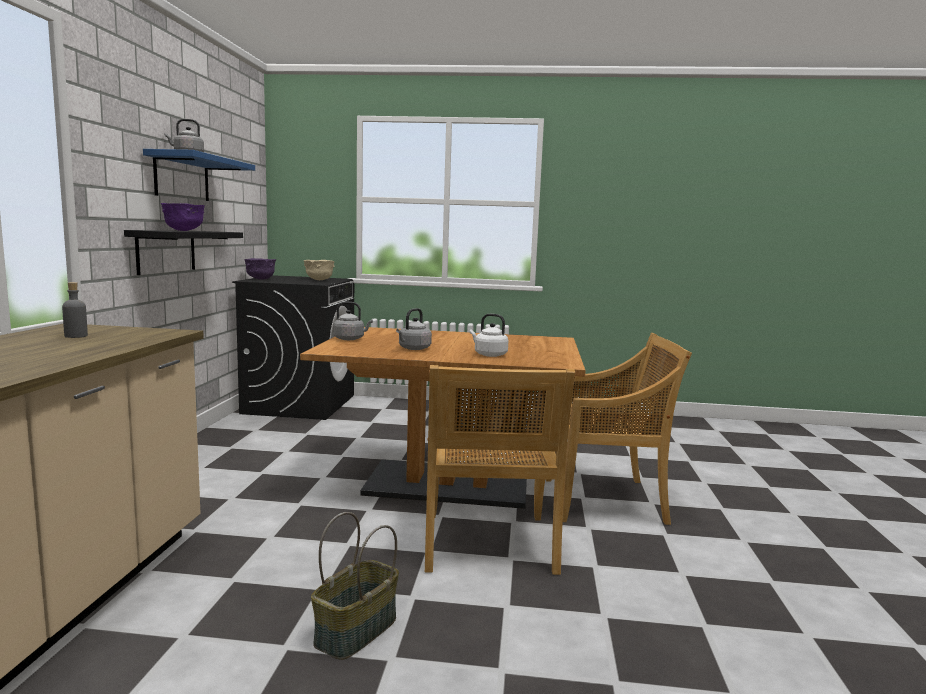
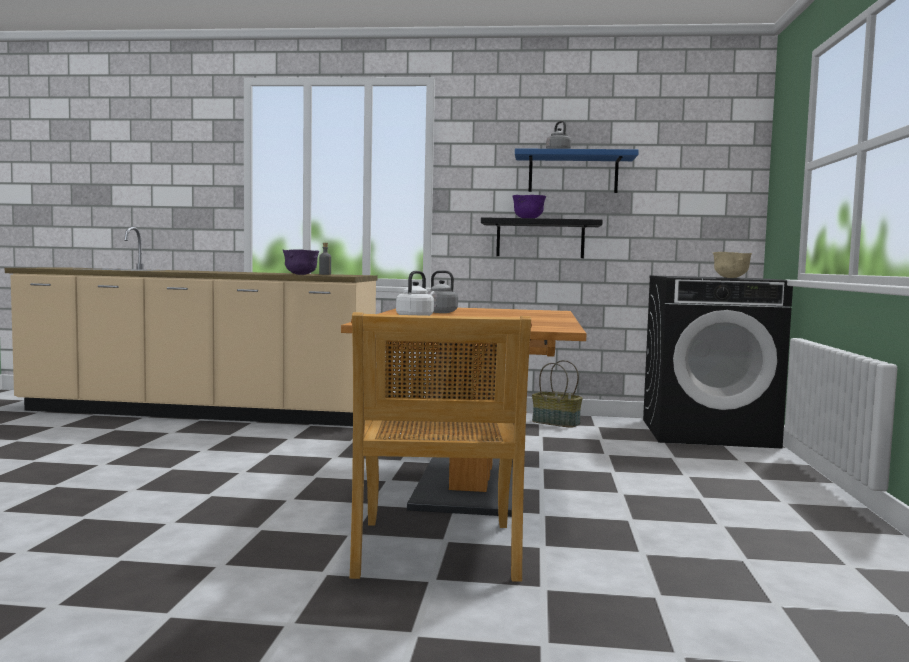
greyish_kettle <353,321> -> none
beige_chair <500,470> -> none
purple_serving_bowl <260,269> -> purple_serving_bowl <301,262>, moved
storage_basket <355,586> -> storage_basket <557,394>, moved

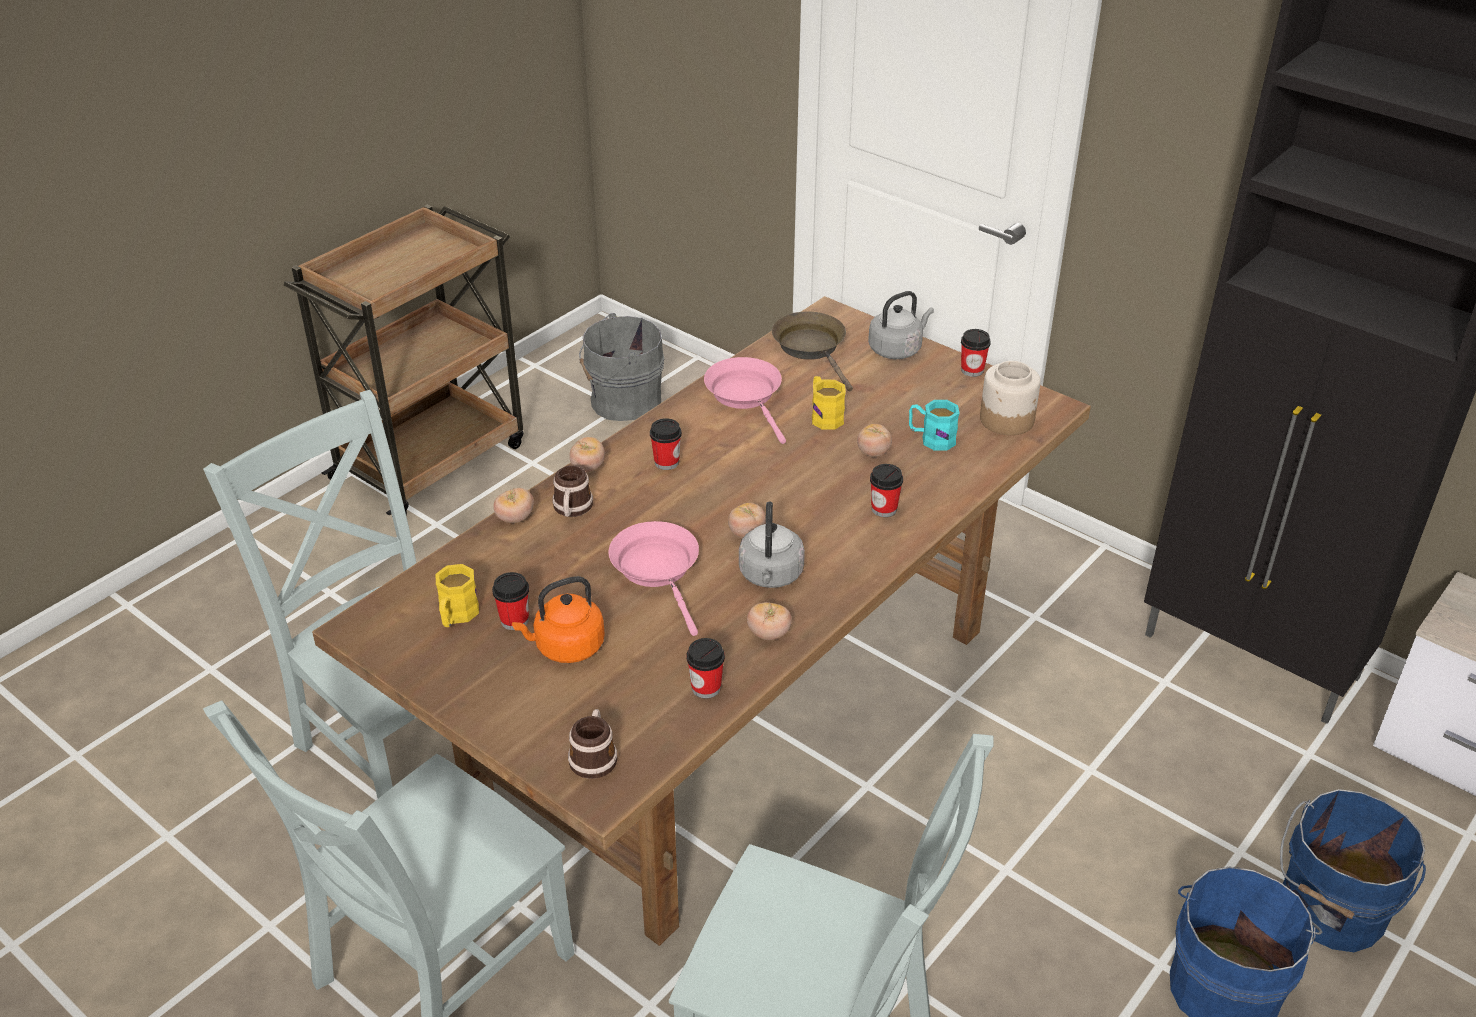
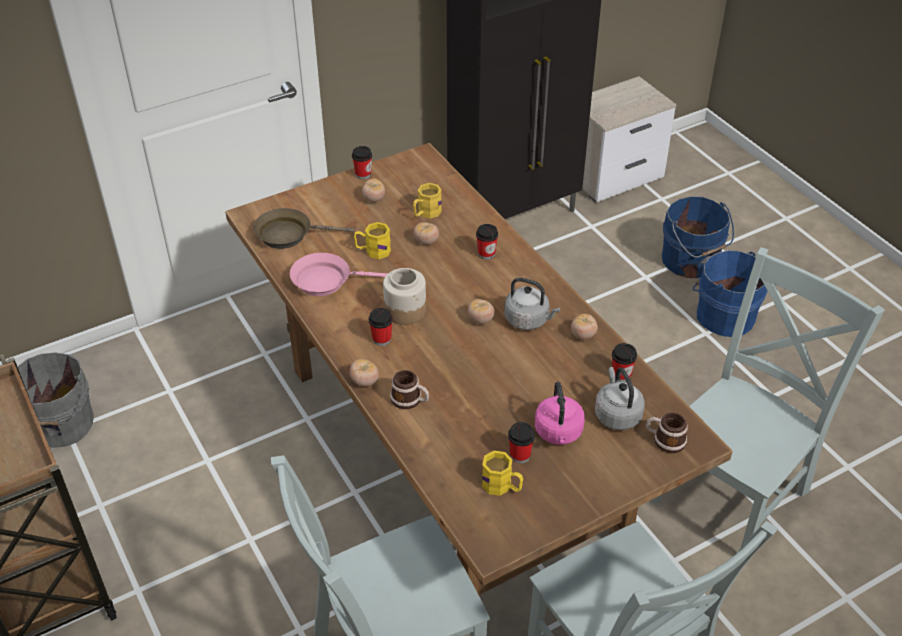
pink_skillet <654,578> -> none
tomato <513,505> -> tomato <373,190>, moved
greyish_kettle <901,325> -> greyish_kettle <620,398>, moved
preserve_jar <1010,398> -> preserve_jar <404,296>, moved
orangey_kettle <558,619> -> pink_kettle <560,413>
turquoise_mug <934,425> -> yellowish_mug <427,201>

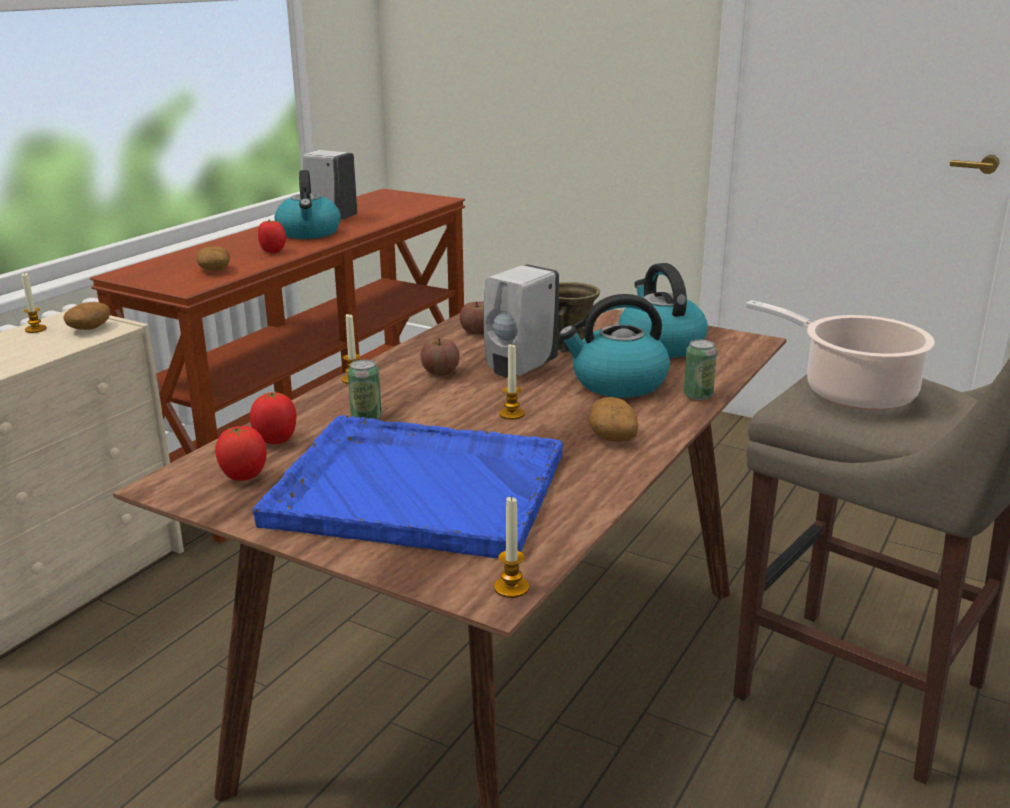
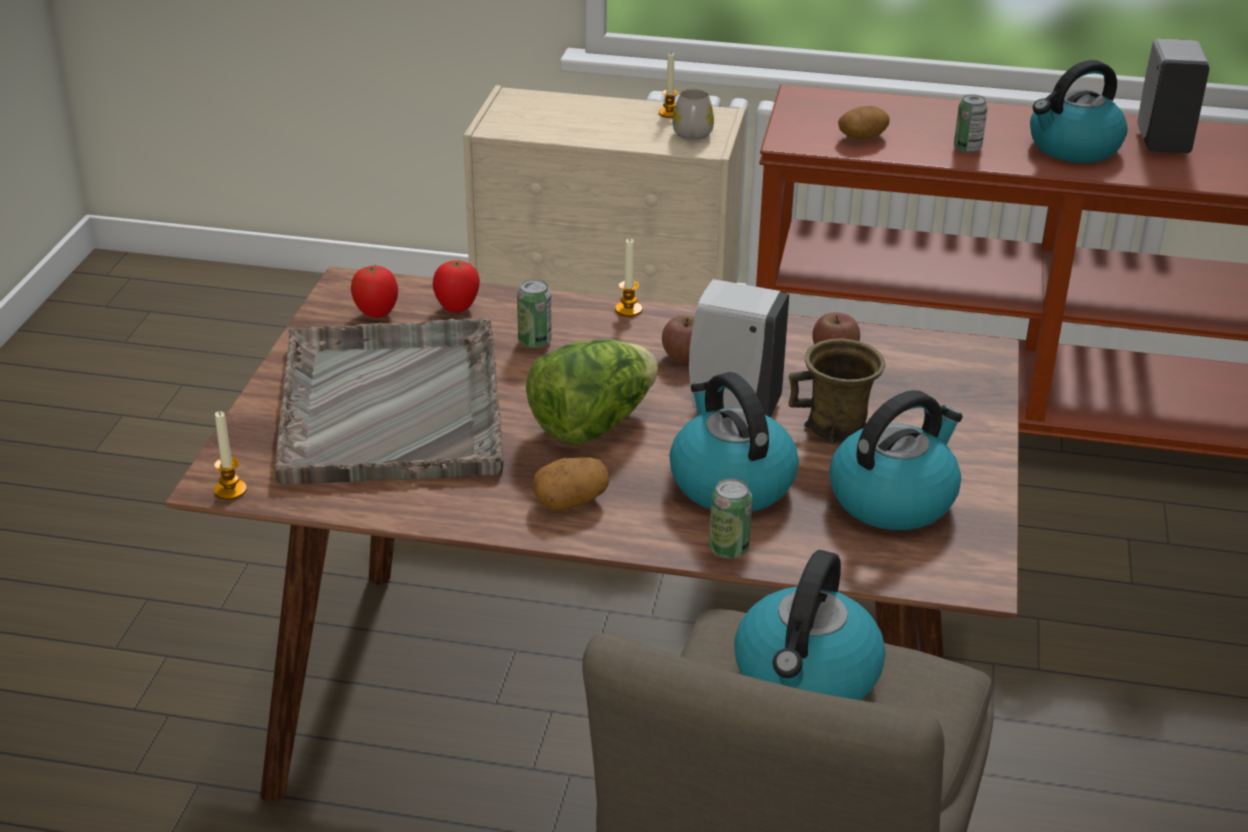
whole_potato <86,316> -> whitish_mug <693,115>
tomato <272,236> -> can <971,123>
wax_candle <512,382> -> lettuce <592,392>
cooking_pot <840,355> -> kettle <810,625>
blue_serving_tray <408,486> -> greyish_serving_tray <389,401>

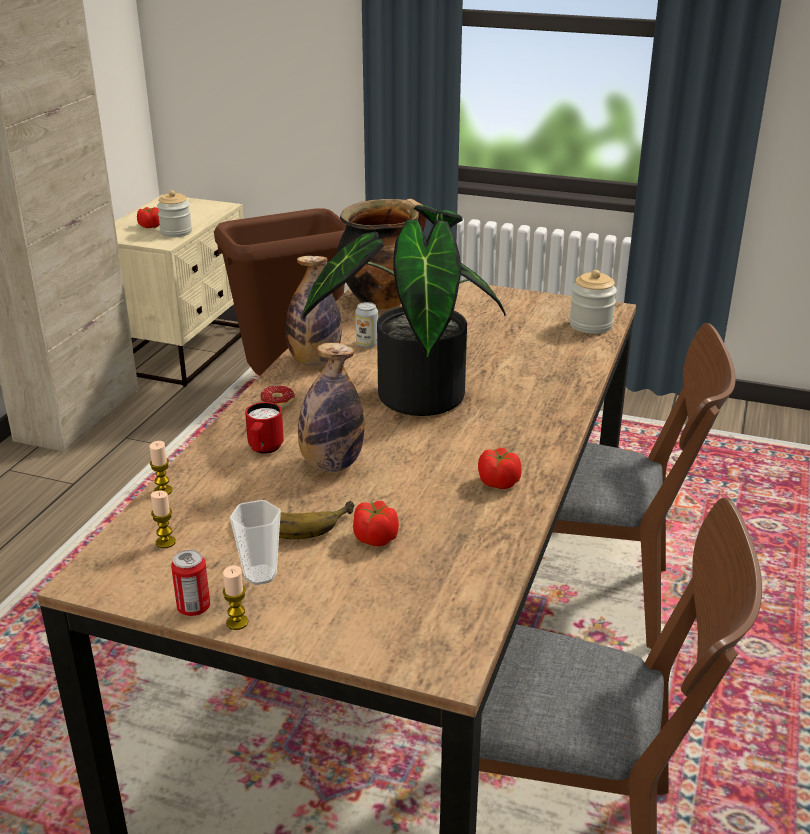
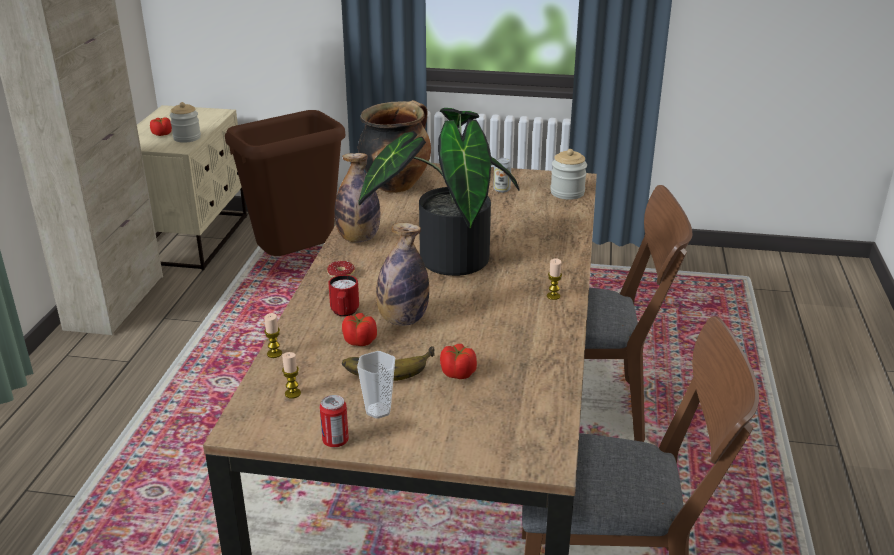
wax_candle <235,597> -> wax_candle <554,279>, moved
can <366,325> -> can <502,175>, moved
tomato <499,468> -> tomato <359,329>, moved

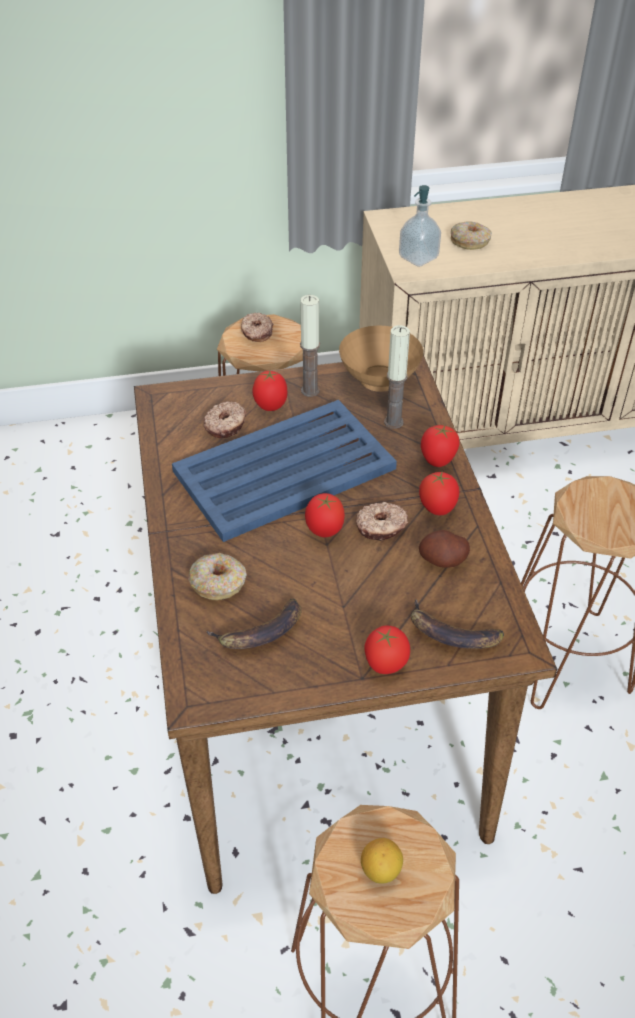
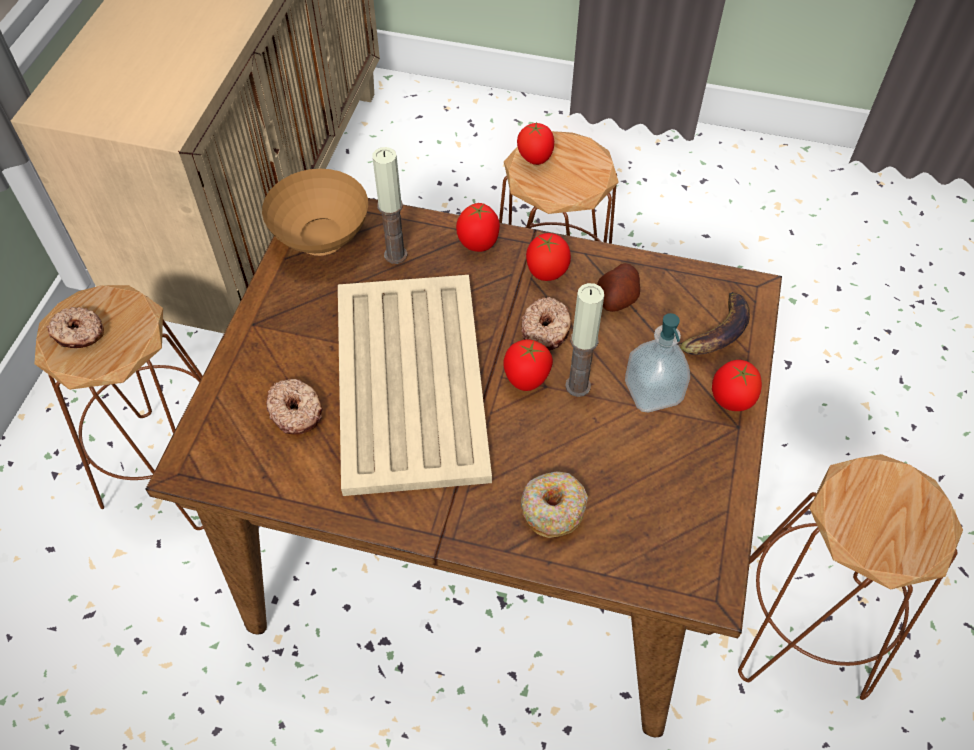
whole_banana <254,623> -> none
whole_lemon <382,861> -> none
ring_doughnut <471,235> -> none
tomato <270,391> -> tomato <535,143>, moved
wax_candle <310,346> -> wax_candle <584,340>, moved
liquid_soap_bottle <420,226> -> liquid_soap_bottle <657,363>, moved
blue_serving_tray <284,471> -> beige_serving_tray <415,385>

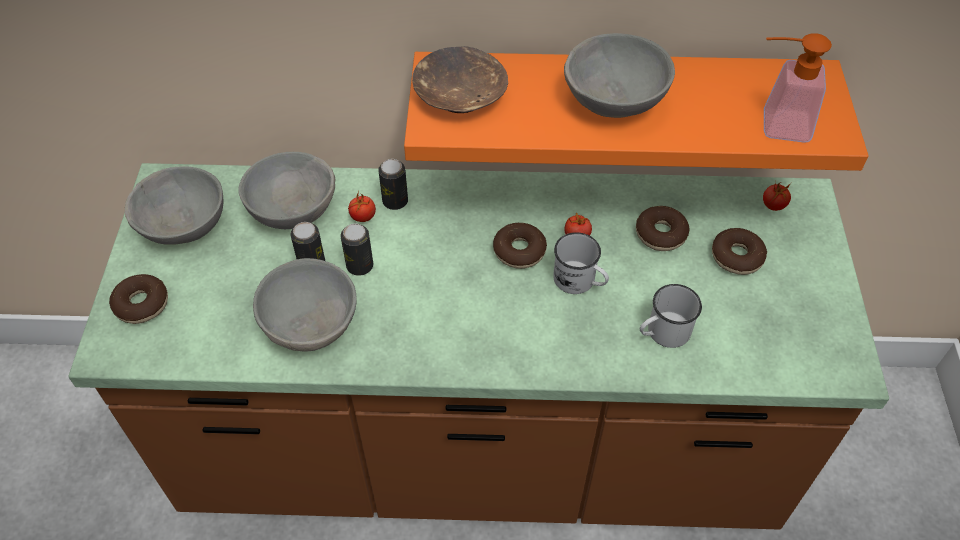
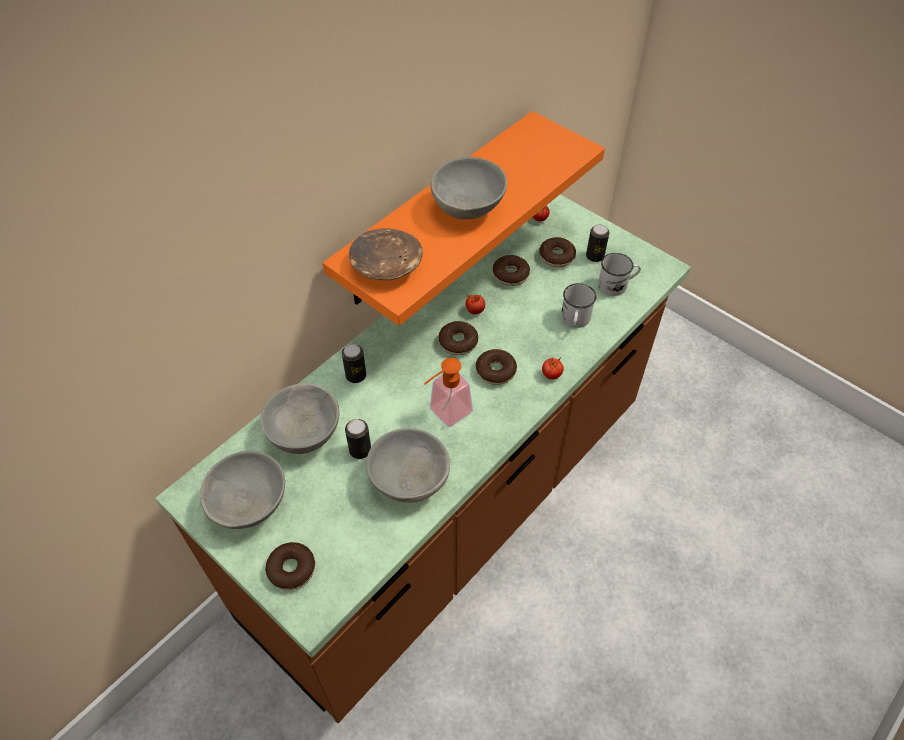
none -> ring_doughnut <496,367>
can <357,250> -> can <598,243>, moved
tomato <362,207> -> tomato <553,368>, moved
whitish_mug <581,263> -> whitish_mug <619,274>, moved
liquid_soap_bottle <798,88> -> liquid_soap_bottle <448,392>, moved

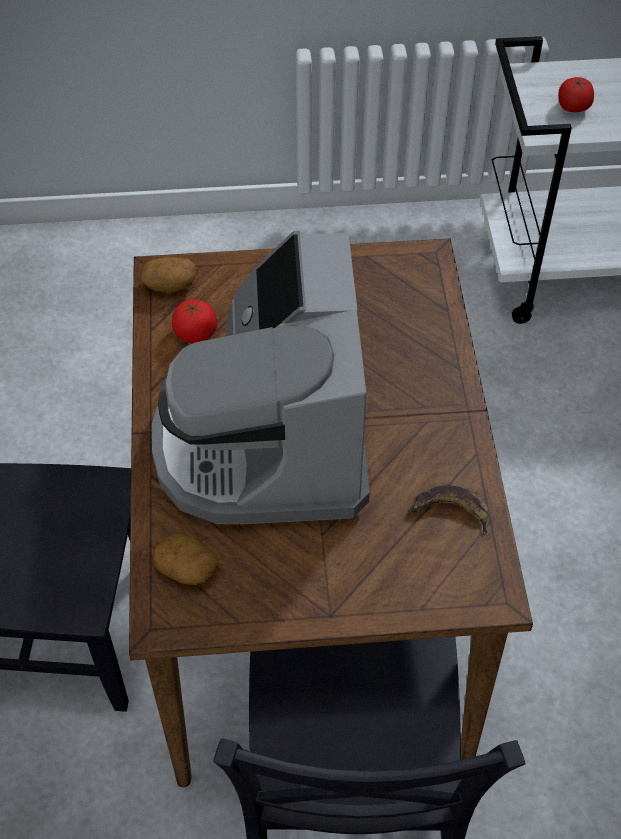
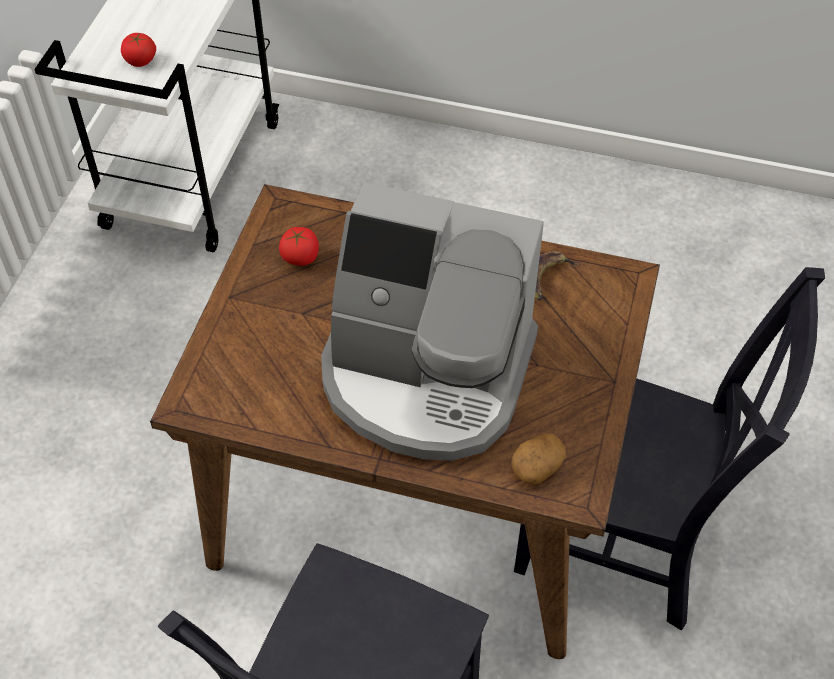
whole_potato <168,275> -> none
tomato <194,321> -> tomato <299,246>, moved

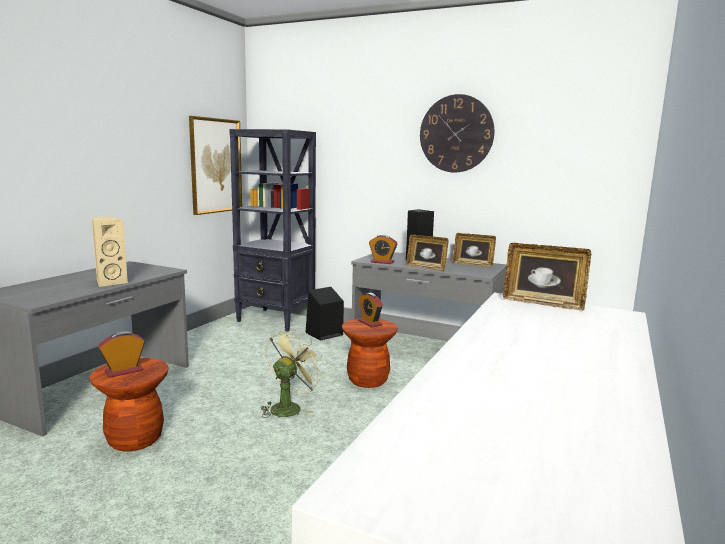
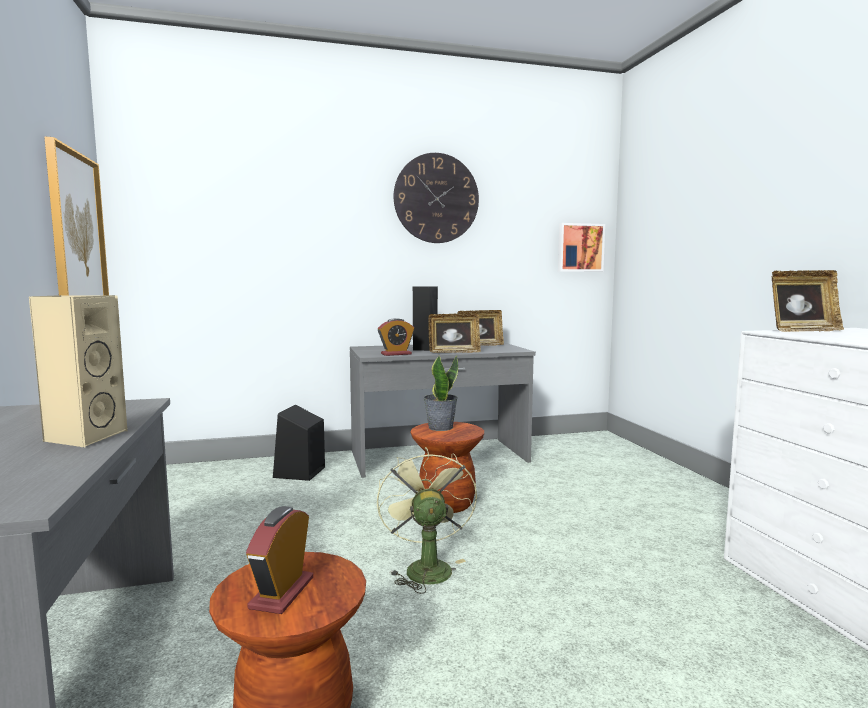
black_shelving_unit <272,230> -> none
none -> wall_picture <581,247>
table_clock <370,310> -> plant_in_a_pot <440,393>

